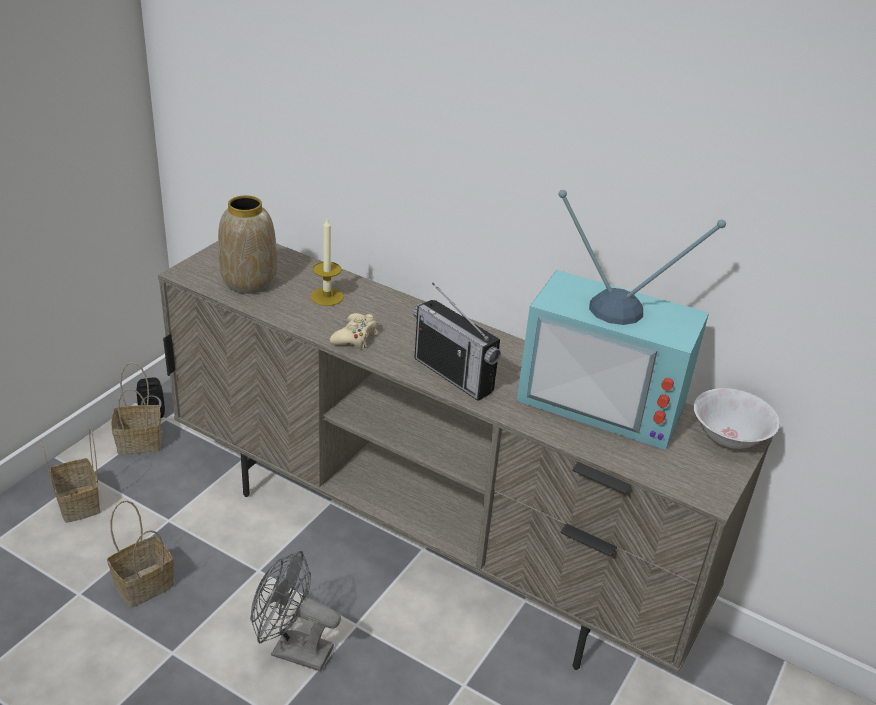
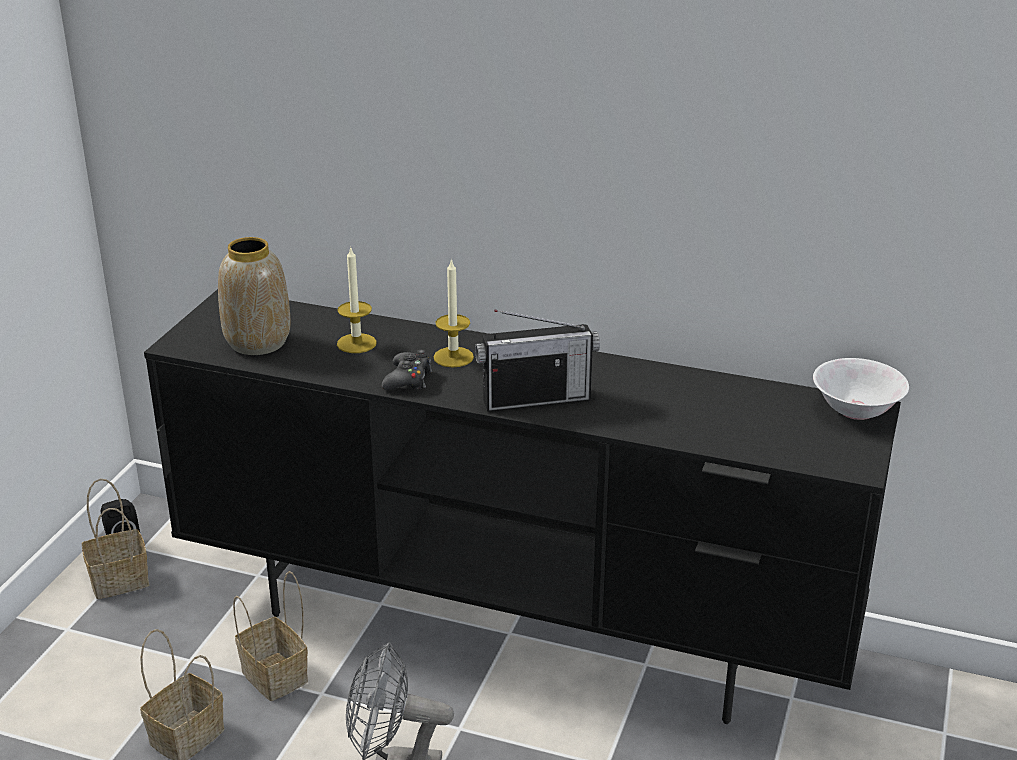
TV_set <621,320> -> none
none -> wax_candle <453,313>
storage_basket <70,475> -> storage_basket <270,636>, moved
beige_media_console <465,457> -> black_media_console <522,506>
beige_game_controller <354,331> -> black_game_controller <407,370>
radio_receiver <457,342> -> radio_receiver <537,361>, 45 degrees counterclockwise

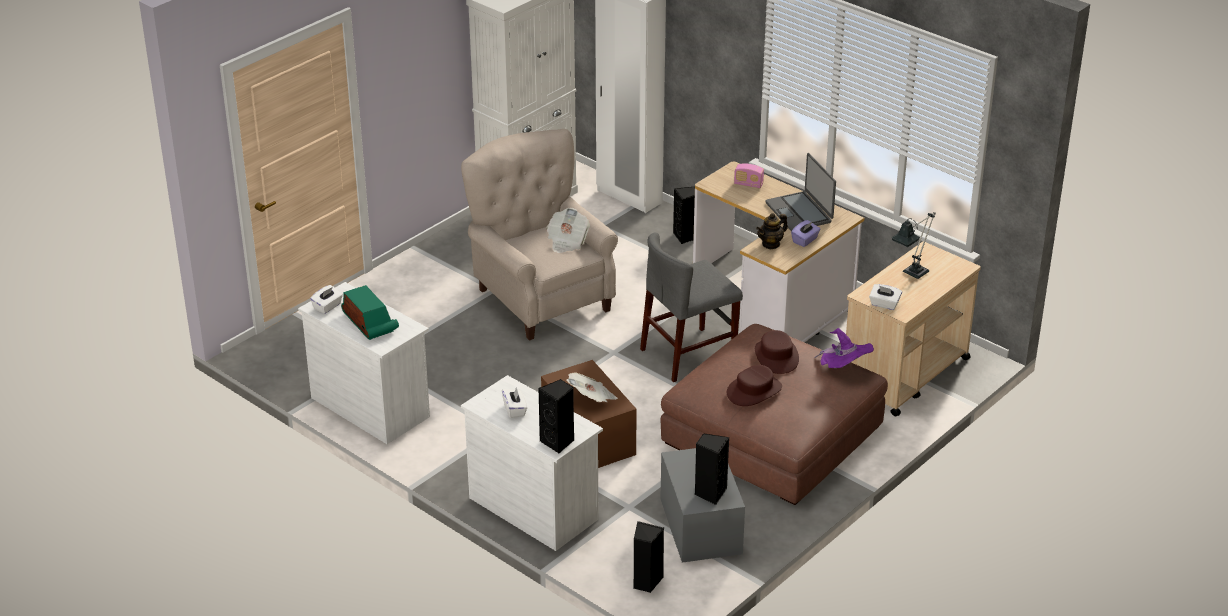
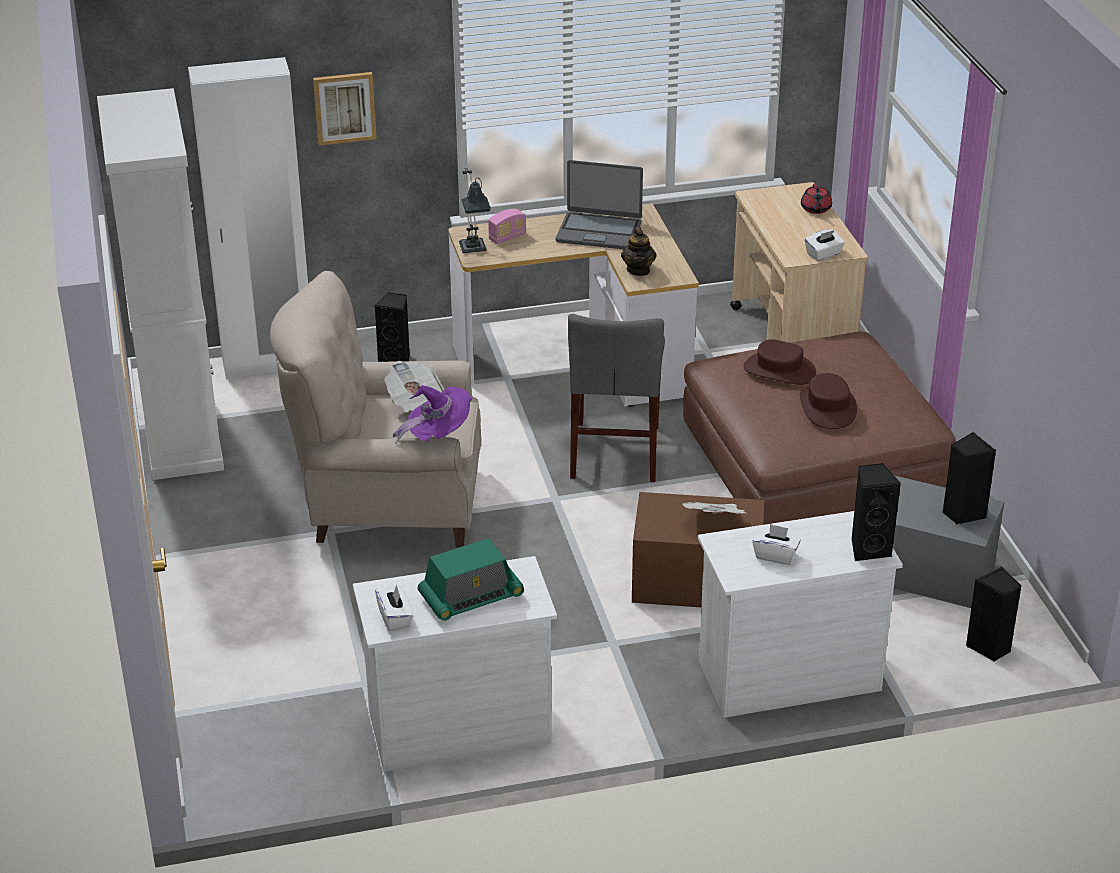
purple_tissue_holder <805,233> -> none
none -> wall_picture <345,109>
none -> reddish_pot_for_tea <816,199>
purple_wearable_hat <844,348> -> purple_wearable_hat <433,414>, moved
lamp_for_a_table <914,245> -> lamp_for_a_table <475,210>, moved
radio_receiver <370,312> -> radio_receiver <471,579>, 150 degrees clockwise

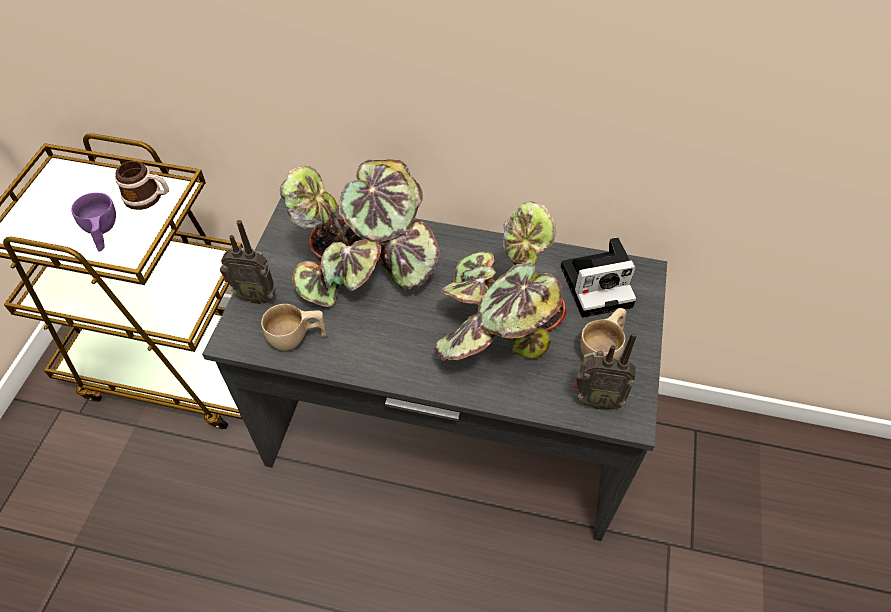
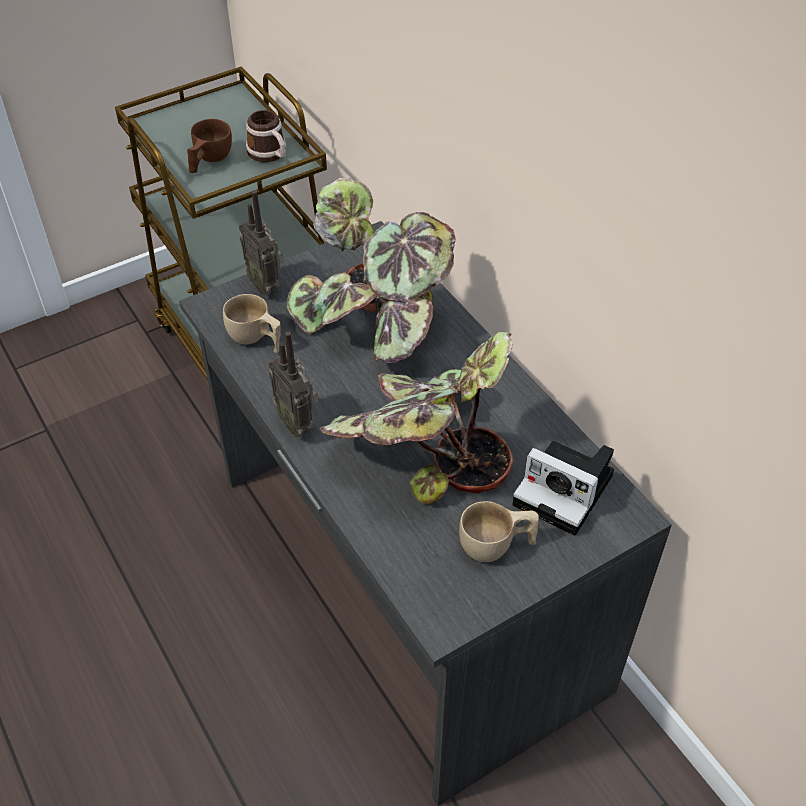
radio_receiver <605,371> -> radio_receiver <293,384>, moved
purple_cup <93,222> -> brown_cup <209,146>

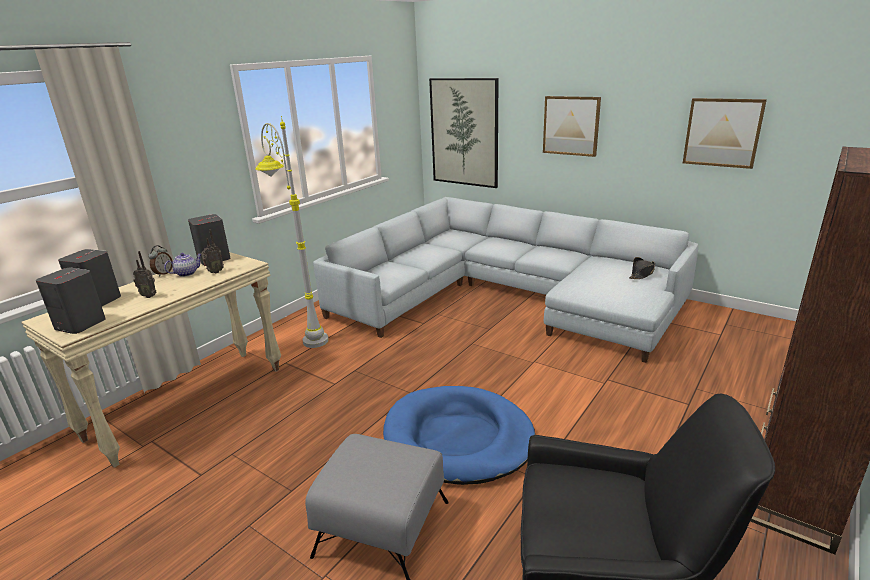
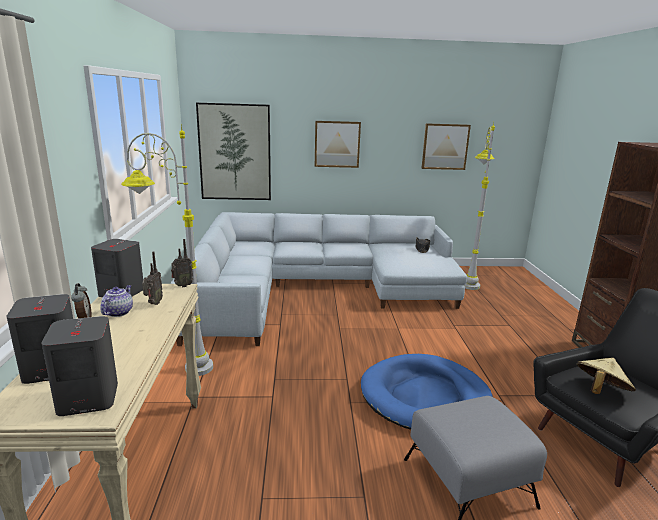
none -> greyish_standing_lamp <479,206>
none -> beige_wearable_hat <606,376>
radio_receiver <145,274> -> radio_receiver <182,263>, moved

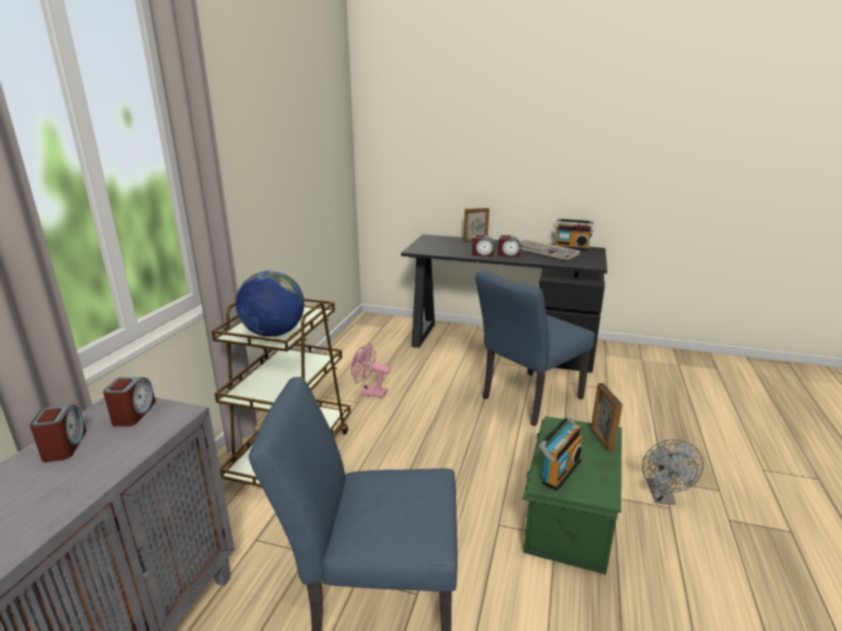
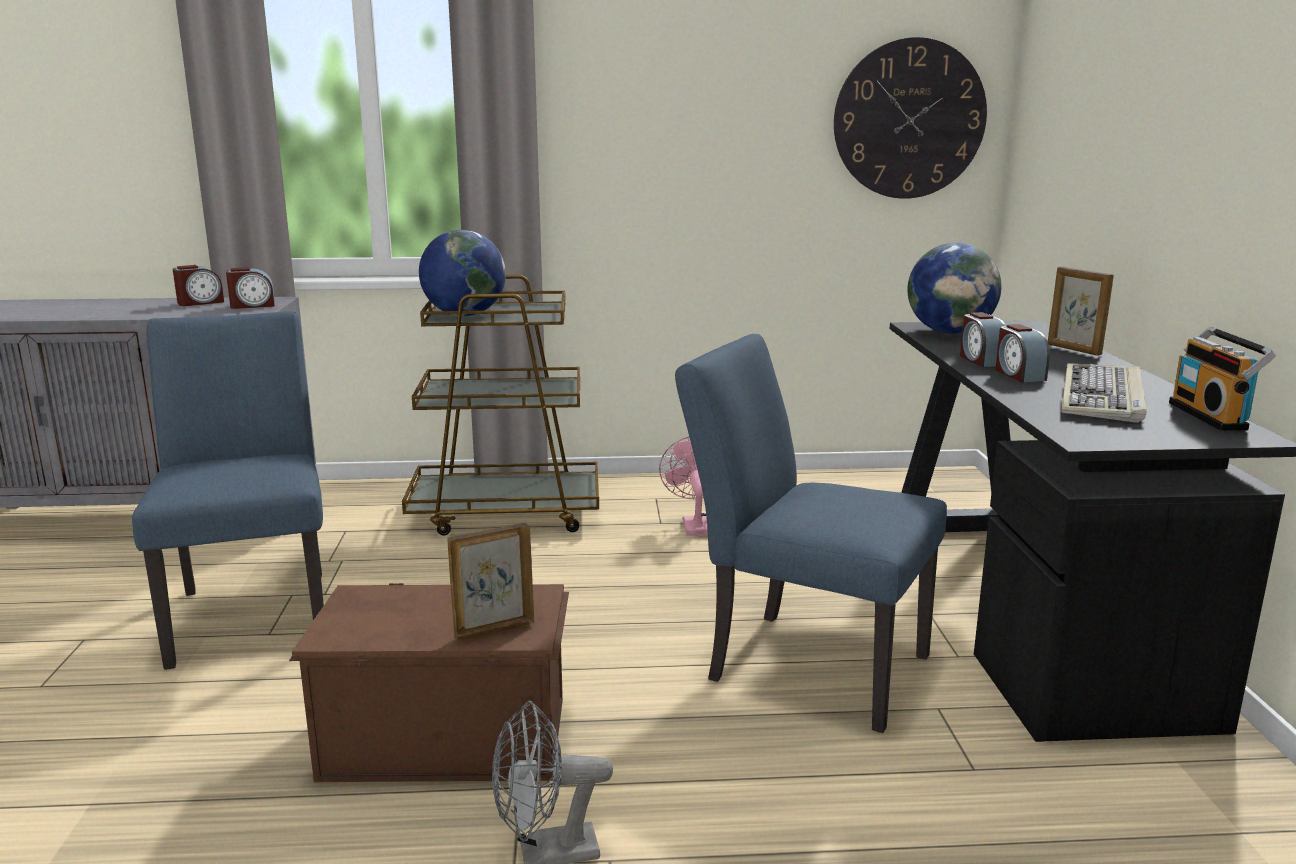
radio_receiver <561,453> -> none
none -> clock_on_the_wall <910,118>
none -> desk_globe <954,288>
green_storage_container <572,495> -> brown_storage_container <429,682>

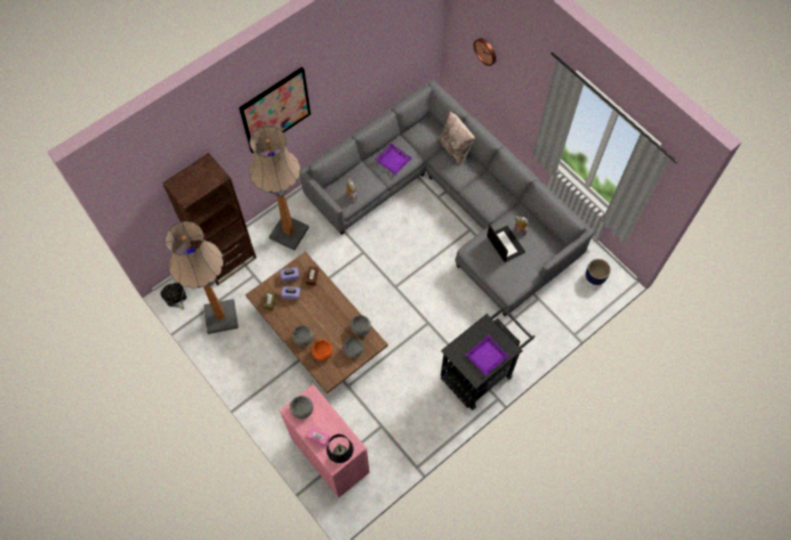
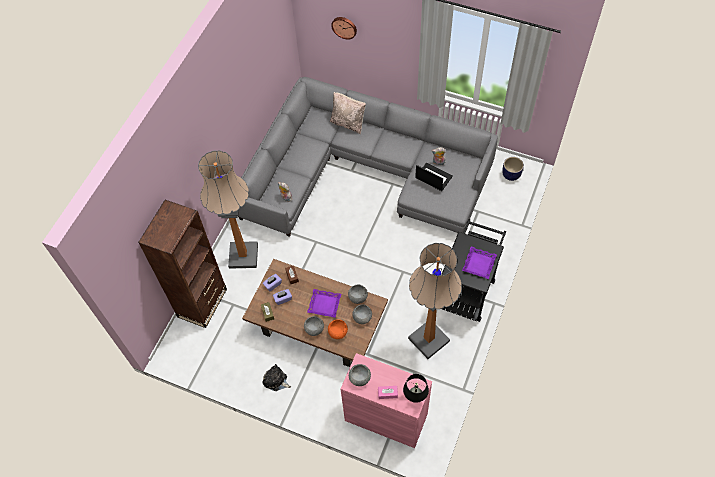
wall_picture <275,110> -> none
soft_toy <173,296> -> soft_toy <276,377>, moved
standing_lamp <201,277> -> standing_lamp <435,301>, moved
purple_serving_tray <393,159> -> purple_serving_tray <324,303>, moved

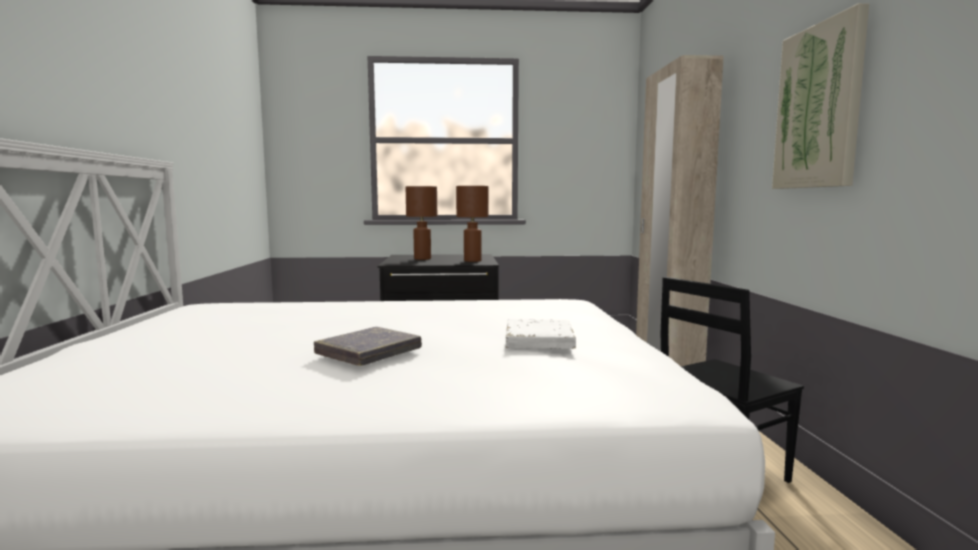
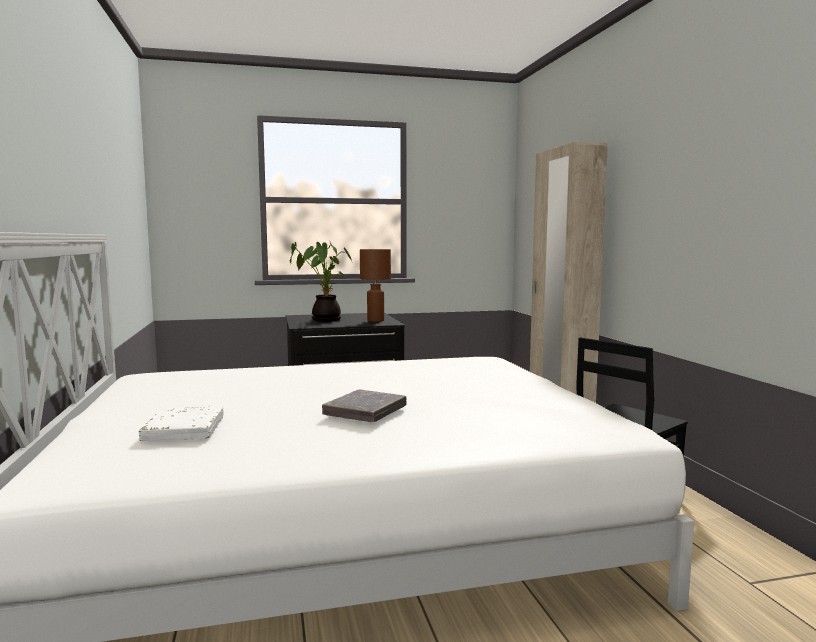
wall_picture <820,96> -> none
whitish_book <541,334> -> whitish_book <181,424>, moved
brown_lamp_for_a_table <421,223> -> plant_in_a_pot <321,282>

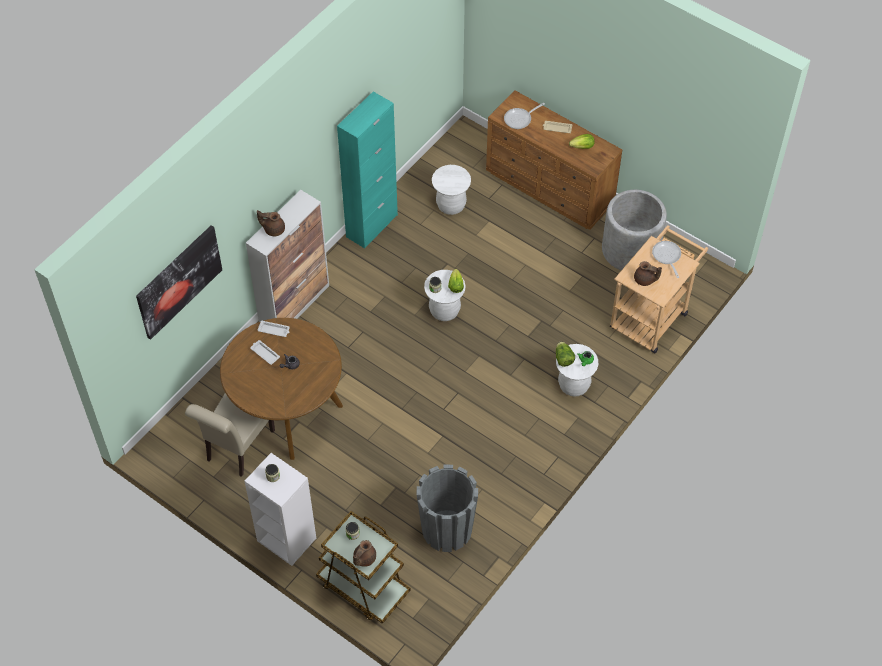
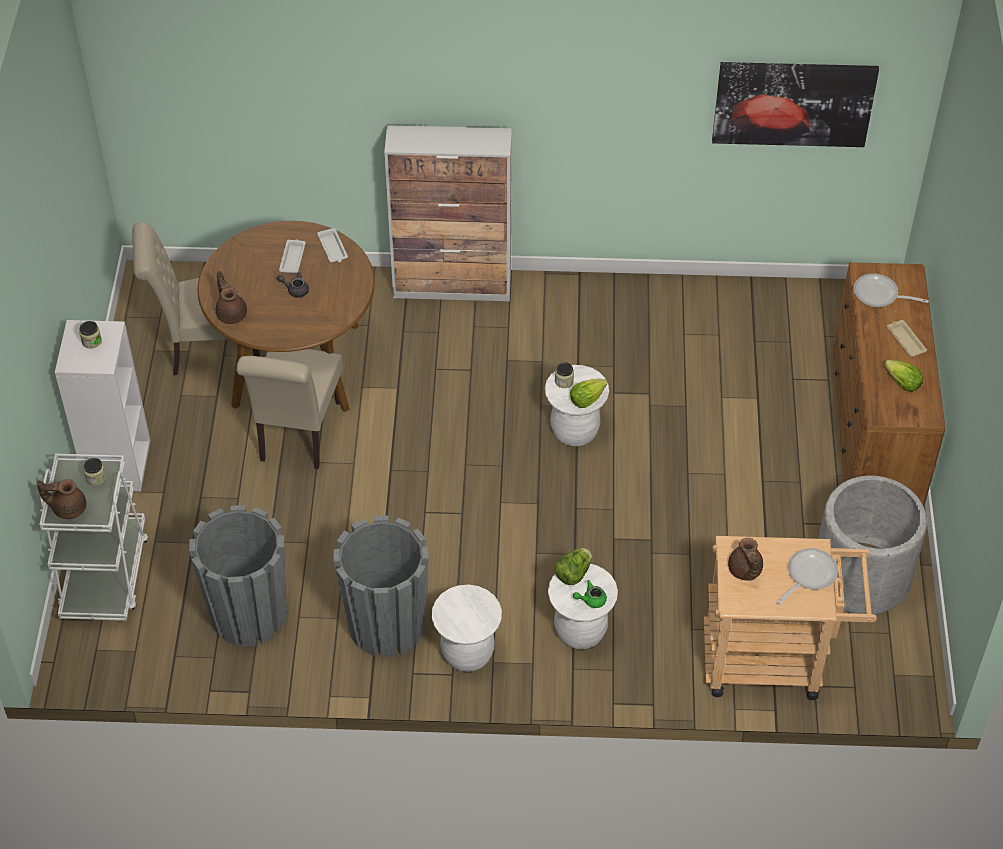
turquoise_storage_cabinet <367,170> -> none
none -> beige_chair <289,409>
none -> greyish_plant_pot <381,586>
wall_picture <179,282> -> wall_picture <795,104>, moved
brown_pot_for_tea <271,223> -> brown_pot_for_tea <231,297>, moved
whitish_stool <451,190> -> whitish_stool <467,628>, moved
brown_wheeled_cart <363,567> -> whitish_wheeled_cart <94,537>

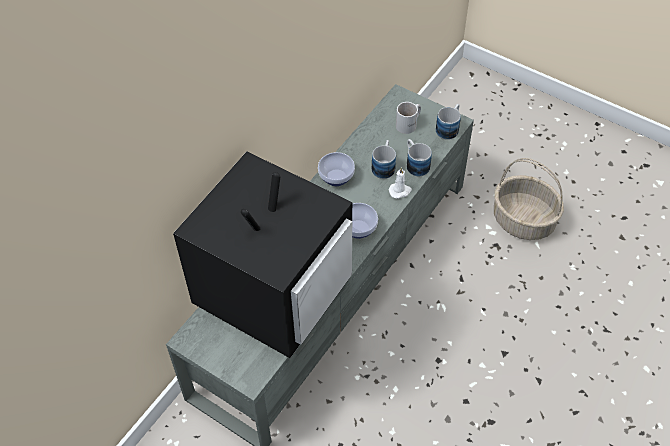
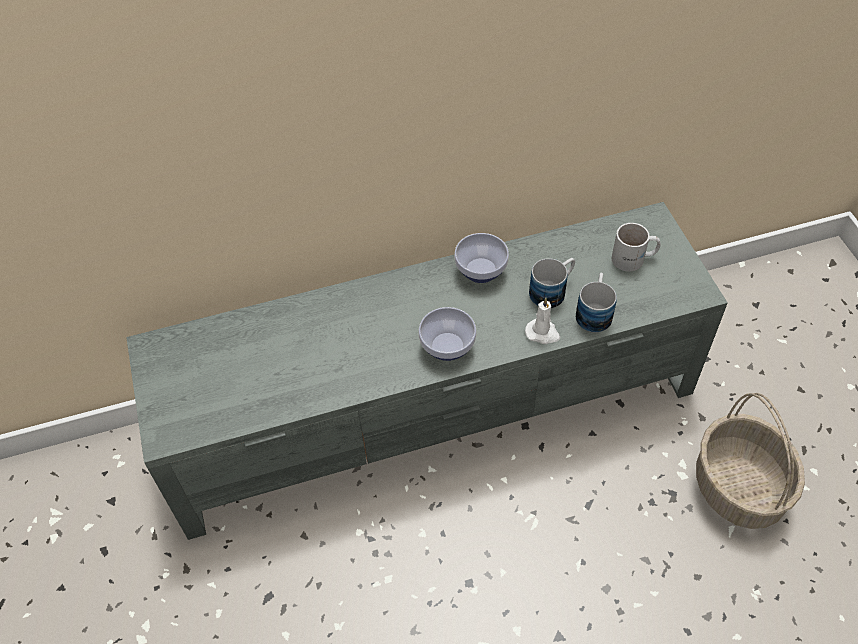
TV_set <262,254> -> none
mug <448,122> -> none

